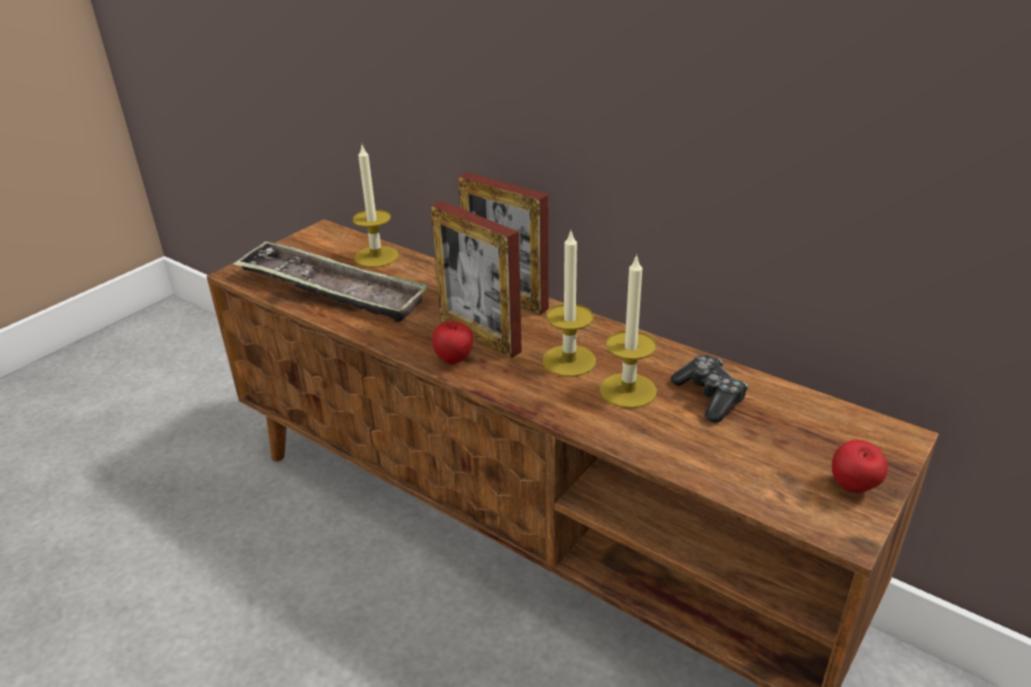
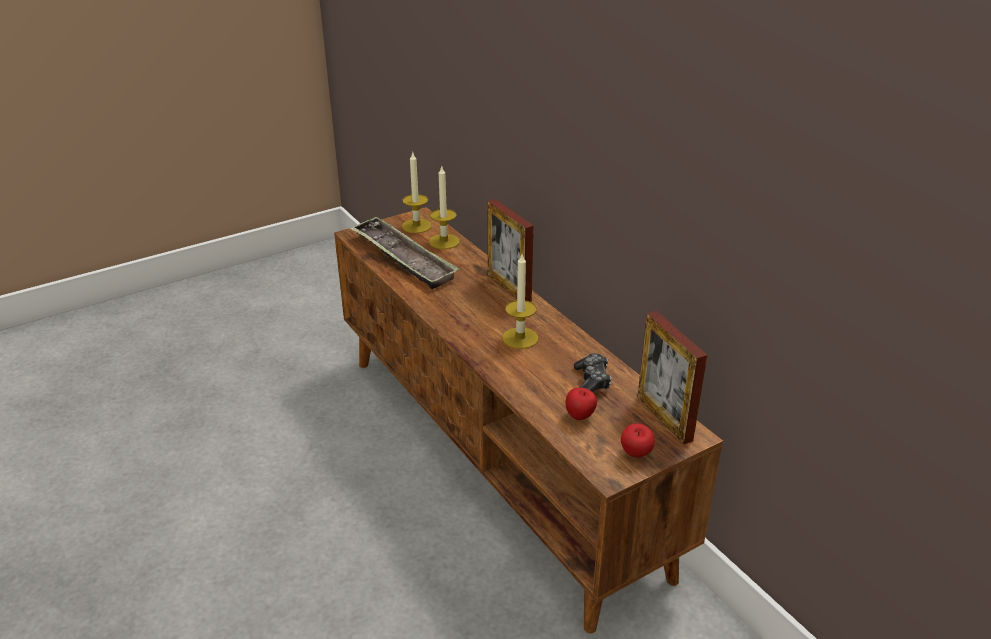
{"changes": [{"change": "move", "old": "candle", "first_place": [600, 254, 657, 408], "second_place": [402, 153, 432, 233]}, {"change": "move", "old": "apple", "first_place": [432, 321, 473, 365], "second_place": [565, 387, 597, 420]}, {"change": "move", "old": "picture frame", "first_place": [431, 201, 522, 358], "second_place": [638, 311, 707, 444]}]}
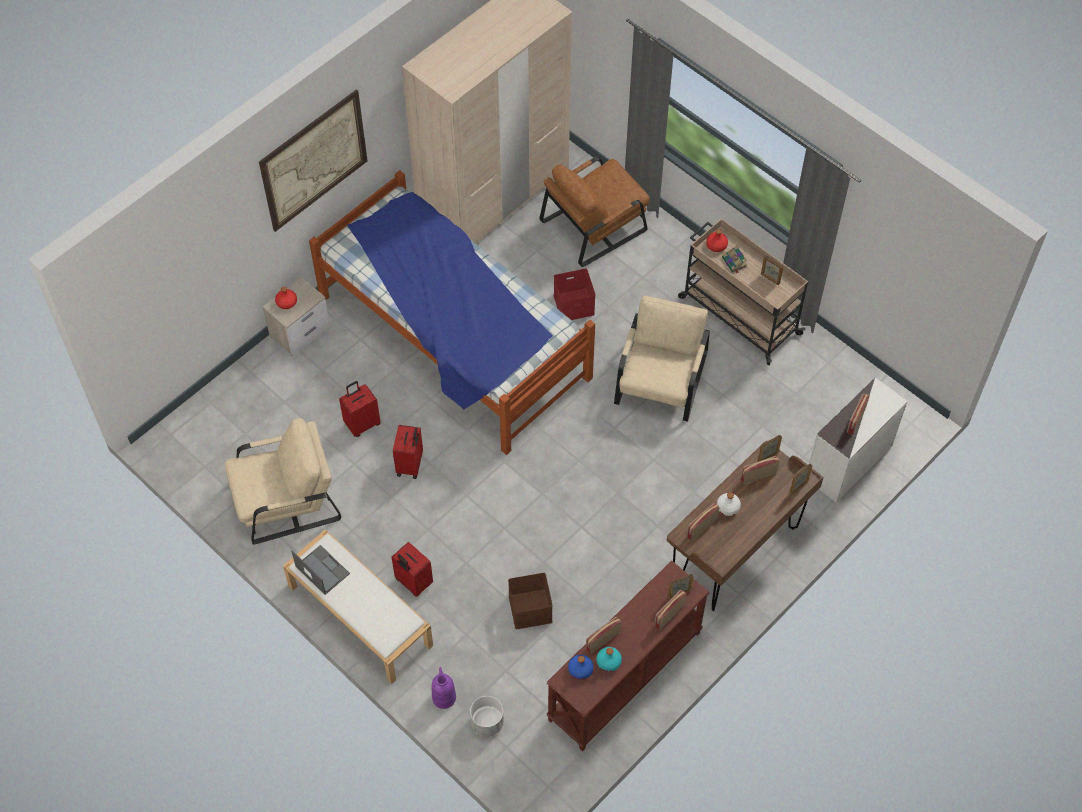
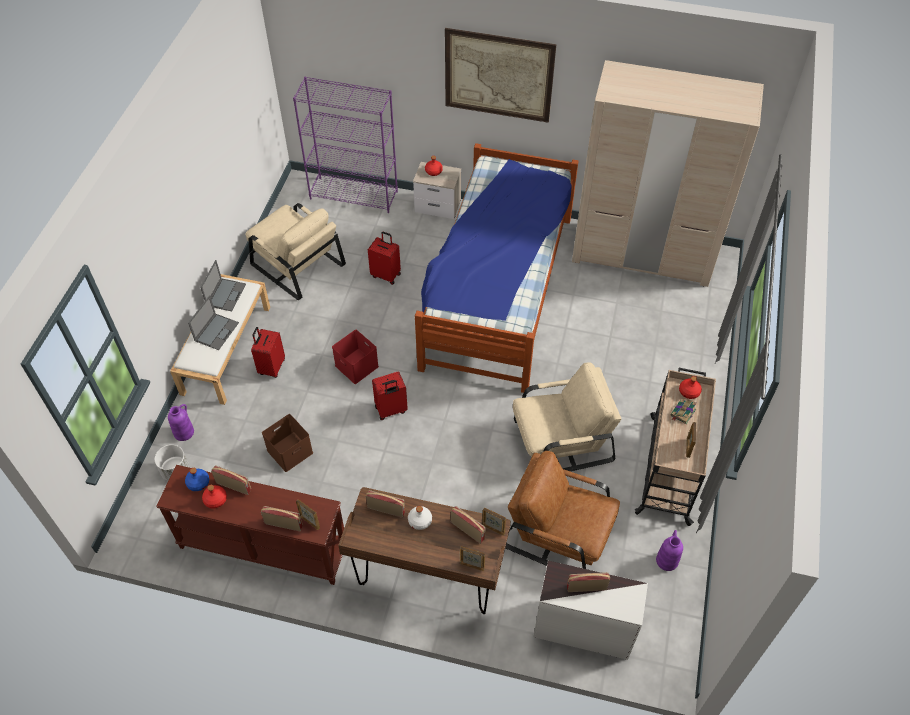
{"changes": [{"change": "insert", "new": "laptop", "second_place": [188, 295, 239, 350]}, {"change": "recolor", "old": "turquoise bottle", "new": "red bottle", "first_place": [596, 647, 622, 672], "second_place": [202, 485, 227, 508]}, {"change": "insert", "new": "purple bookcase", "second_place": [293, 77, 398, 213]}, {"change": "move", "old": "red storage box", "first_place": [554, 269, 595, 320], "second_place": [332, 330, 379, 384]}, {"change": "move", "old": "red suitcase", "first_place": [393, 425, 423, 479], "second_place": [372, 372, 408, 420]}, {"change": "move", "old": "brown armchair", "first_place": [540, 157, 650, 267], "second_place": [505, 451, 620, 569]}, {"change": "insert", "new": "purple vase", "second_place": [656, 530, 683, 571]}]}
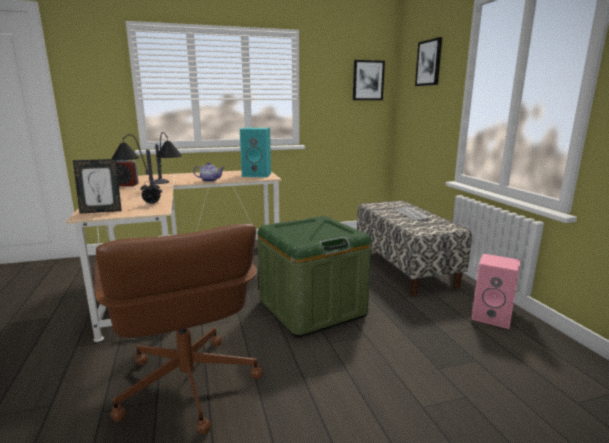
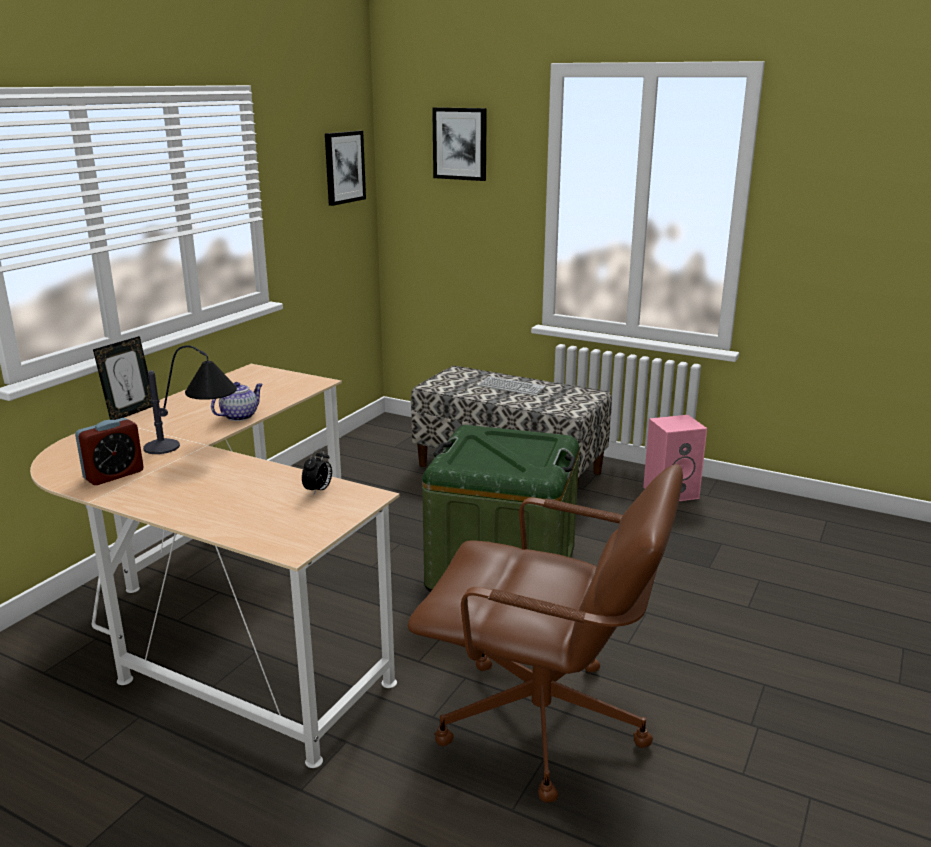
{"changes": [{"change": "move", "old": "picture frame", "first_place": [73, 159, 122, 214], "second_place": [93, 336, 153, 420]}, {"change": "delete", "old": "table lamp", "first_place": [111, 134, 162, 193]}, {"change": "delete", "old": "turquoise speaker", "first_place": [240, 128, 271, 177]}]}
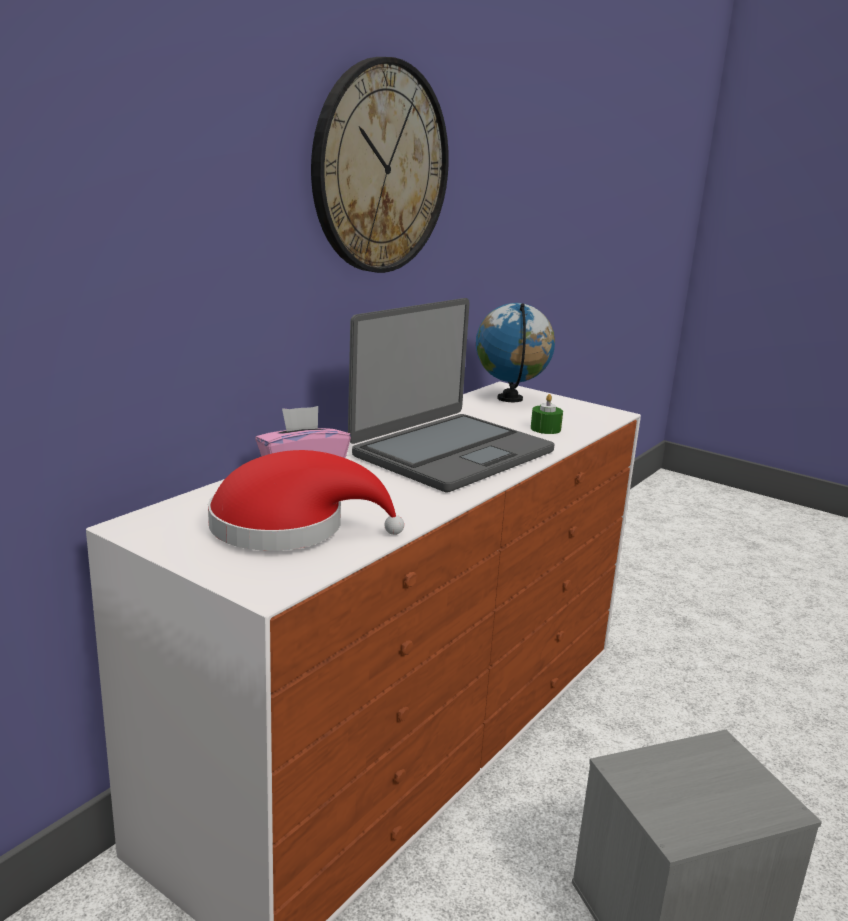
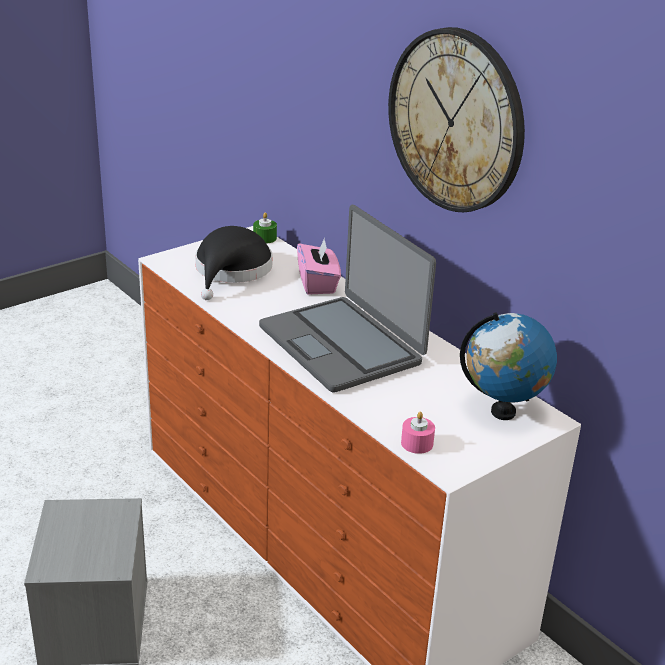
{"changes": [{"change": "recolor", "old": "red hat", "new": "black hat", "first_place": [208, 450, 404, 551], "second_place": [195, 226, 272, 300]}, {"change": "move", "old": "green candle", "first_place": [531, 394, 563, 434], "second_place": [253, 212, 277, 244]}, {"change": "insert", "new": "pink candle", "second_place": [401, 412, 435, 454]}]}
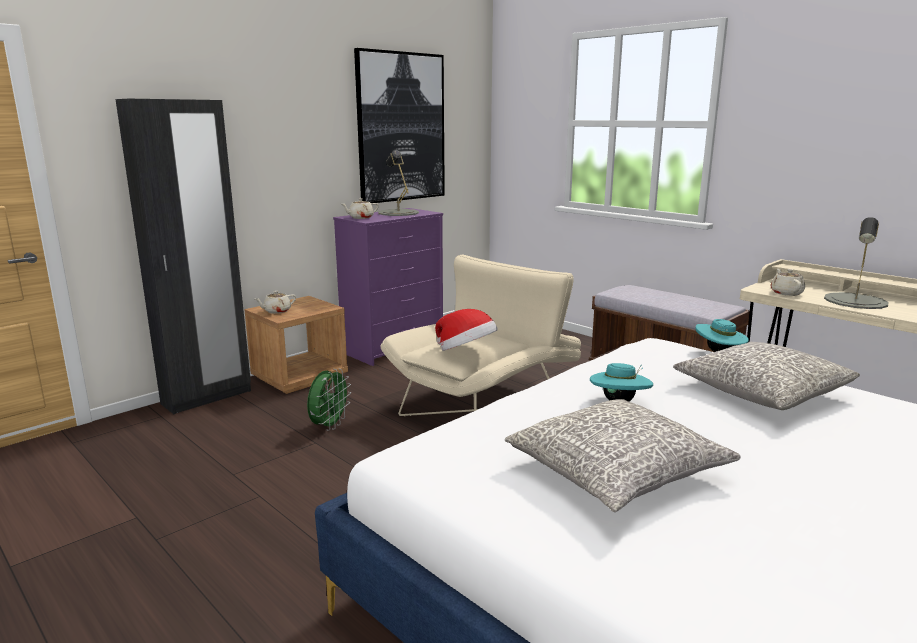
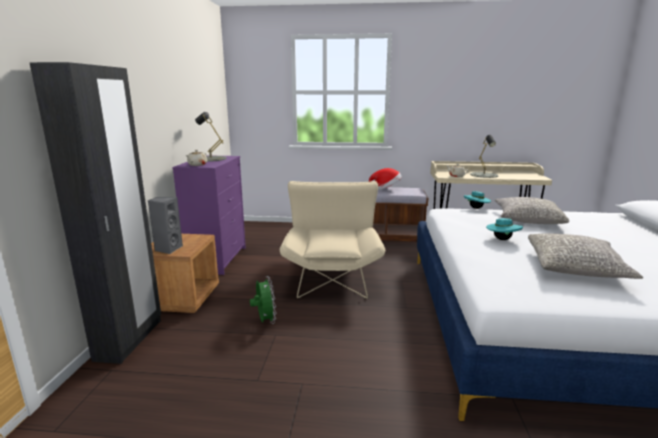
{"changes": [{"change": "replace", "old": "beige teapot", "new": "grey speaker", "first_place": [255, 291, 296, 314], "second_place": [148, 197, 183, 254]}, {"change": "move", "old": "hat", "first_place": [435, 309, 498, 351], "second_place": [369, 168, 402, 190]}, {"change": "delete", "old": "picture", "first_place": [354, 48, 445, 203]}]}
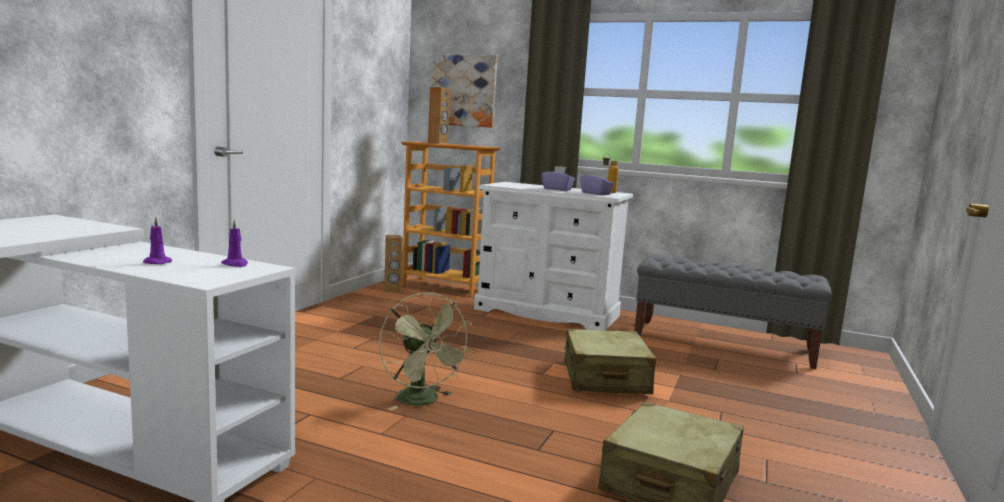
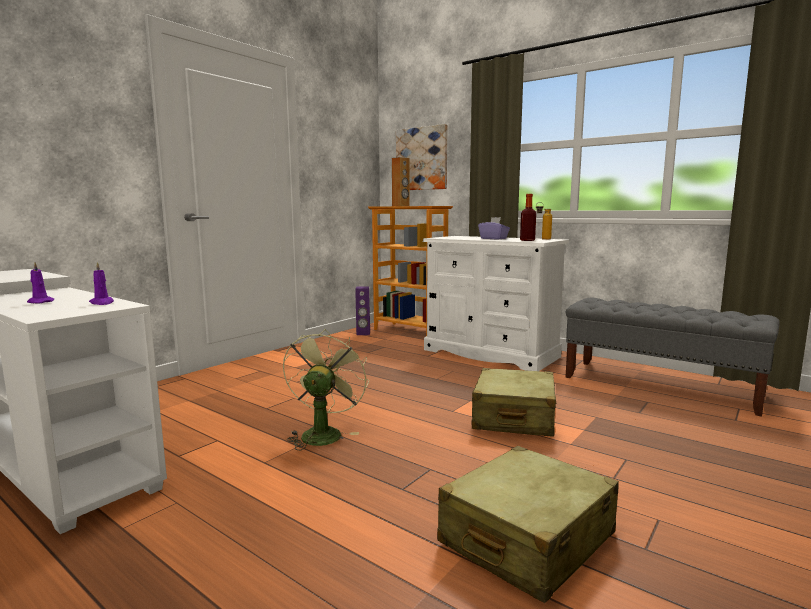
{"changes": [{"change": "rotate", "old": "green fan", "first_place": [379, 292, 472, 410], "second_place": [283, 328, 369, 451], "degrees": -150}, {"change": "recolor", "old": "brown speaker", "new": "purple speaker", "first_place": [384, 235, 403, 292], "second_place": [355, 287, 370, 335]}, {"change": "replace", "old": "purple tissue box", "new": "bottle", "first_place": [580, 170, 614, 195], "second_place": [520, 194, 536, 241]}]}
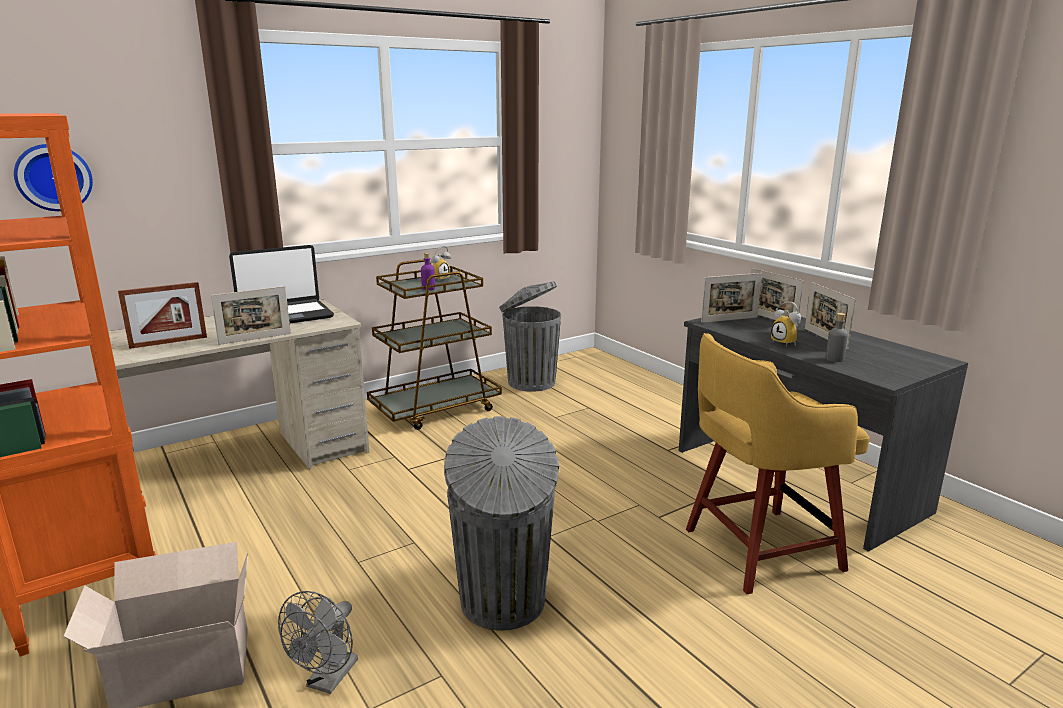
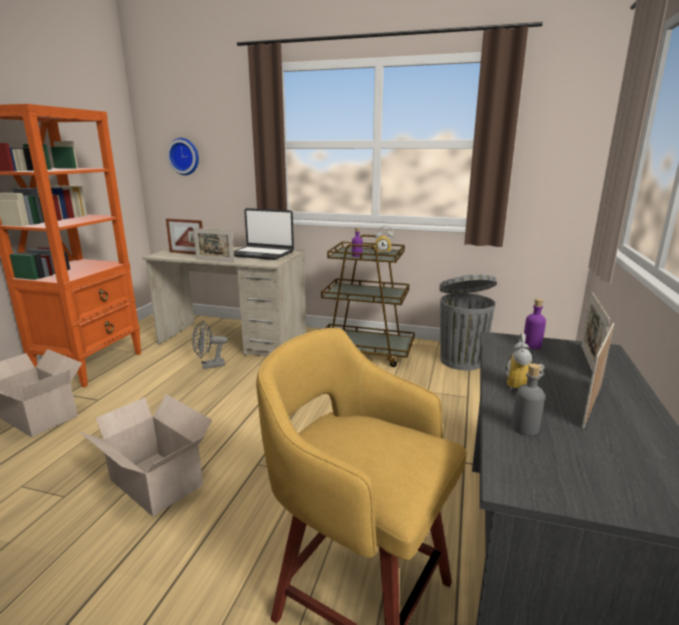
{"changes": [{"change": "replace", "old": "grey trash can", "new": "cardboard box", "first_place": [444, 416, 559, 631], "second_place": [80, 394, 212, 517]}, {"change": "move", "old": "grey fan", "first_place": [278, 591, 358, 694], "second_place": [192, 320, 228, 369]}, {"change": "replace", "old": "picture frame", "new": "purple bottle", "first_place": [701, 273, 762, 323], "second_place": [524, 298, 546, 349]}]}
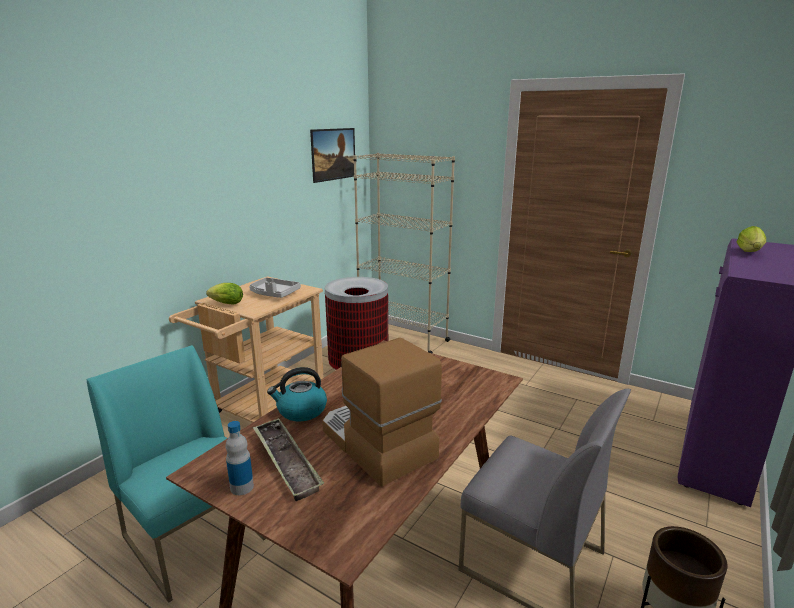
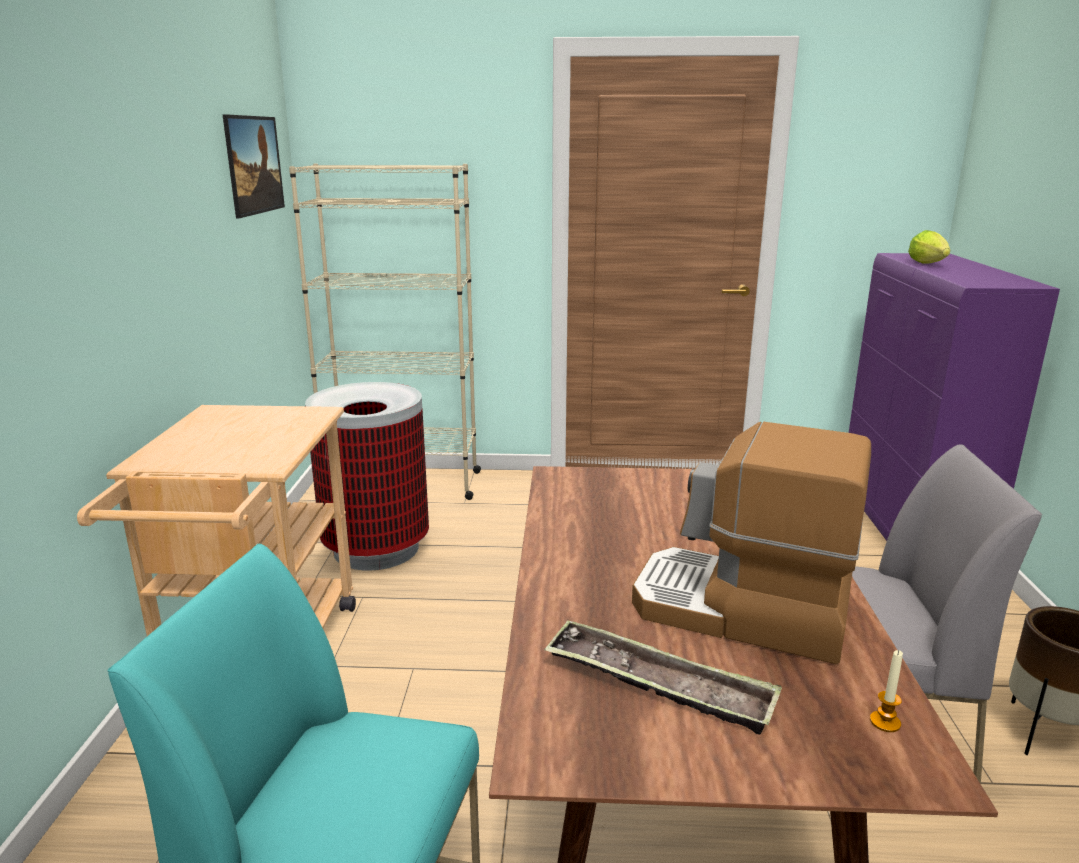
{"changes": [{"change": "insert", "new": "candle", "second_place": [870, 650, 903, 732]}, {"change": "delete", "old": "lettuce", "first_place": [206, 283, 243, 304]}, {"change": "delete", "old": "bottle", "first_place": [226, 421, 254, 495]}, {"change": "delete", "old": "grey tray", "first_place": [249, 277, 301, 298]}, {"change": "delete", "old": "kettle", "first_place": [267, 367, 327, 422]}]}
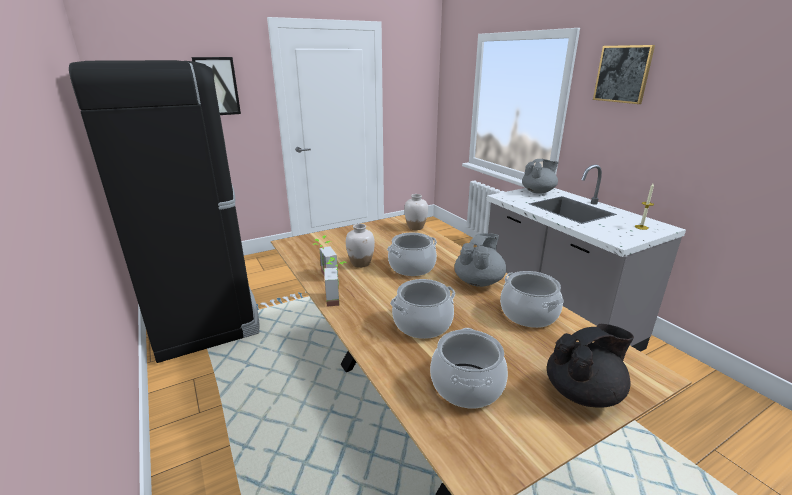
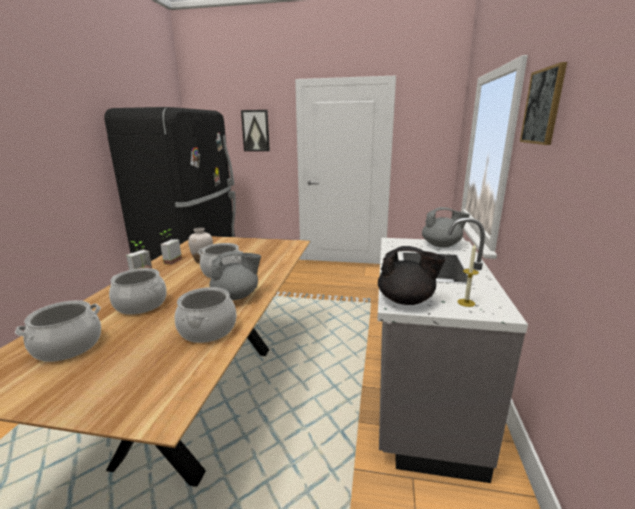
{"changes": [{"change": "move", "old": "black teapot", "first_place": [547, 324, 634, 408], "second_place": [378, 246, 446, 305]}, {"change": "delete", "old": "white vase", "first_place": [404, 194, 428, 230]}]}
